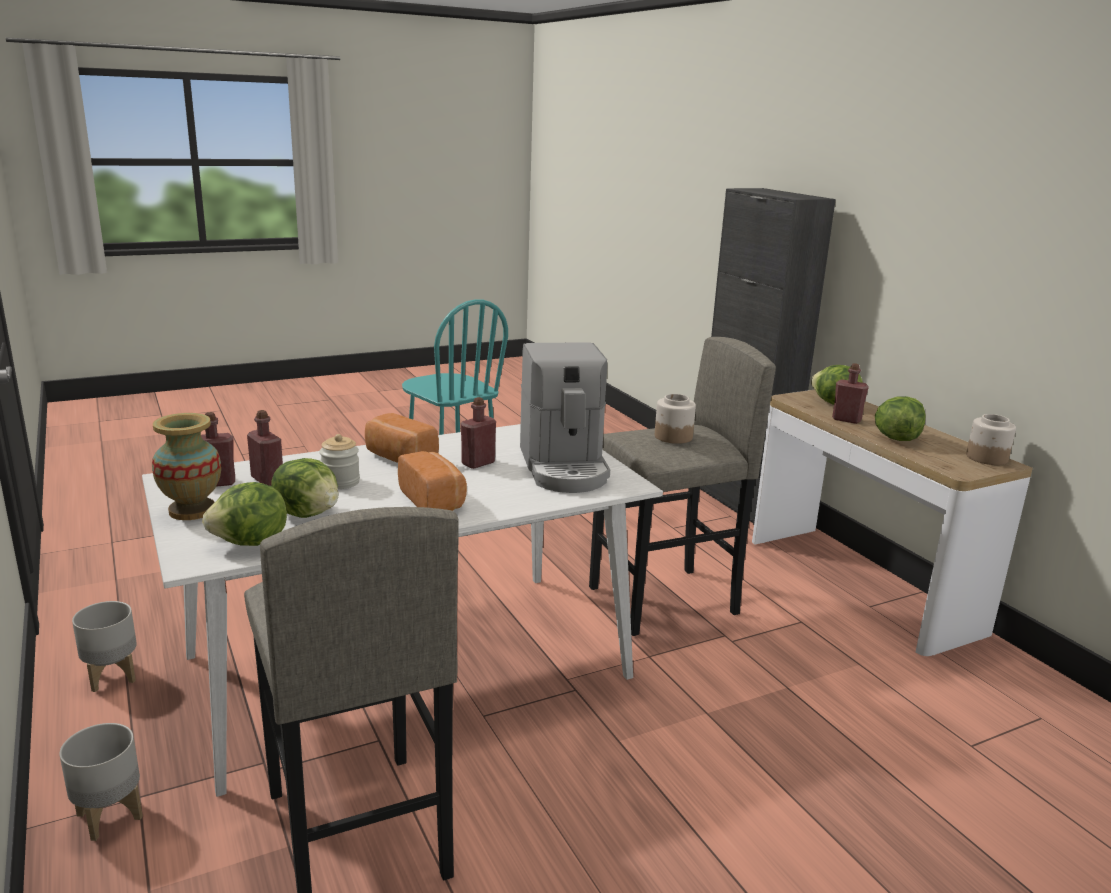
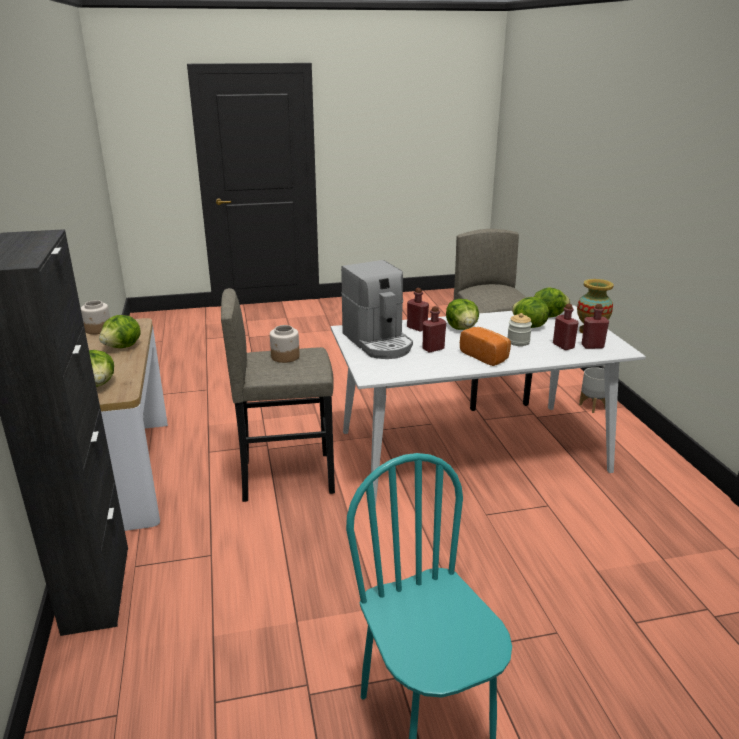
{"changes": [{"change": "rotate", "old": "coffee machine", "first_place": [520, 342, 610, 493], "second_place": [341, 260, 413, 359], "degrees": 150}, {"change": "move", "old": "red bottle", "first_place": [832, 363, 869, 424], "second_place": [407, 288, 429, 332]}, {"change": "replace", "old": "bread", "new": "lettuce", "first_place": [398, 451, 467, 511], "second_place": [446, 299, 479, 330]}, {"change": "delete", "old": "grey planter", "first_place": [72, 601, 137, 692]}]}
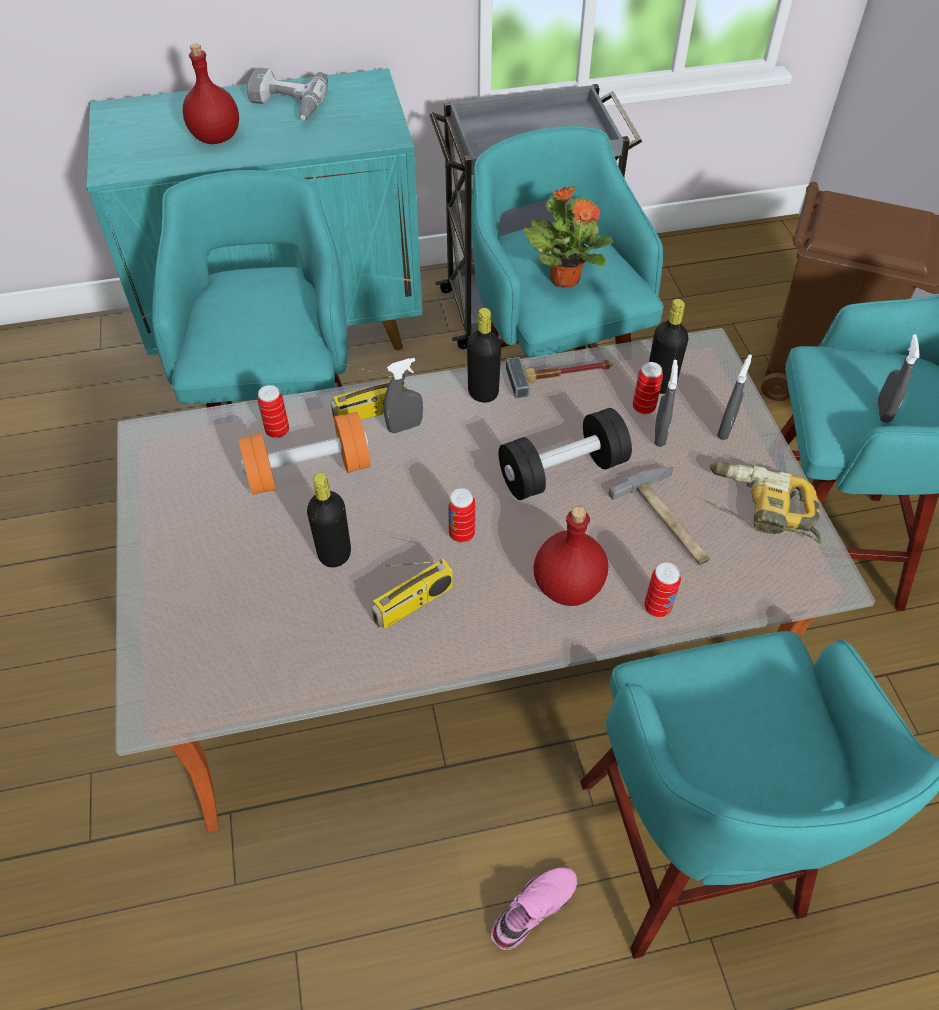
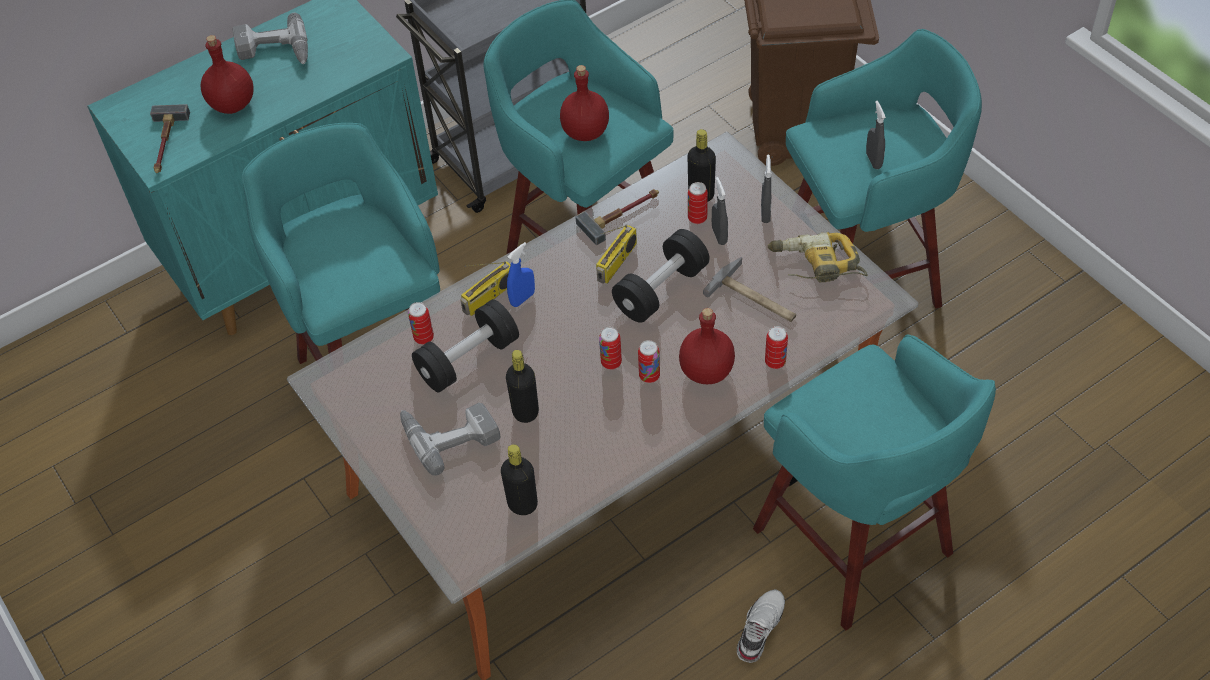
{"changes": [{"change": "insert", "new": "hammer", "second_place": [150, 104, 190, 173]}, {"change": "insert", "new": "power drill", "second_place": [400, 403, 500, 476]}, {"change": "recolor", "old": "orange dumbbell", "new": "black dumbbell", "first_place": [238, 412, 371, 495], "second_place": [412, 299, 519, 392]}, {"change": "move", "old": "black bottle", "first_place": [467, 308, 501, 403], "second_place": [501, 444, 538, 515]}, {"change": "recolor", "old": "grey spray bottle", "new": "blue spray bottle", "first_place": [384, 358, 423, 433], "second_place": [507, 242, 535, 307]}, {"change": "replace", "old": "potted plant", "new": "red bottle", "first_place": [524, 186, 613, 288], "second_place": [560, 65, 609, 141]}, {"change": "move", "old": "radio", "first_place": [371, 559, 453, 629], "second_place": [596, 224, 637, 284]}, {"change": "insert", "new": "can", "second_place": [638, 340, 660, 383]}, {"change": "recolor", "old": "pink shoe", "new": "white shoe", "first_place": [491, 867, 577, 950], "second_place": [737, 589, 785, 663]}]}
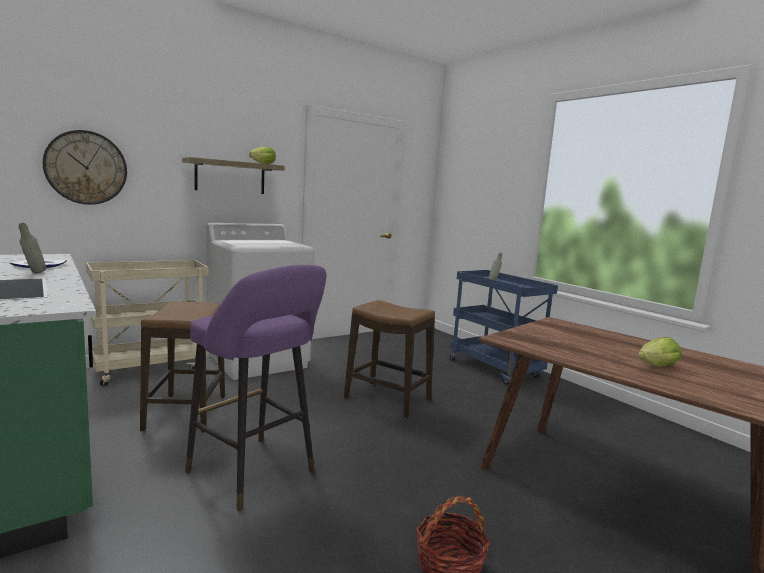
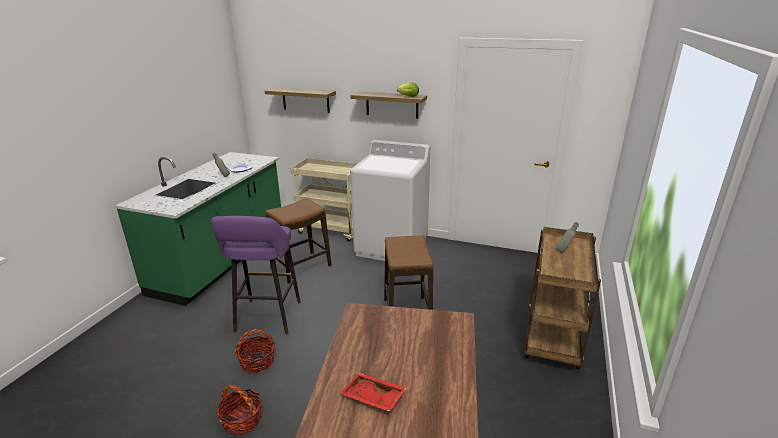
{"changes": [{"change": "insert", "new": "basket", "second_place": [234, 329, 275, 373]}, {"change": "replace", "old": "wall clock", "new": "shelf", "first_place": [43, 130, 127, 205], "second_place": [265, 87, 336, 113]}, {"change": "replace", "old": "lettuce", "new": "red tray", "first_place": [638, 337, 681, 366], "second_place": [340, 373, 407, 412]}, {"change": "recolor", "old": "blue cart", "new": "brown cart", "first_place": [450, 270, 558, 386], "second_place": [524, 227, 601, 370]}]}
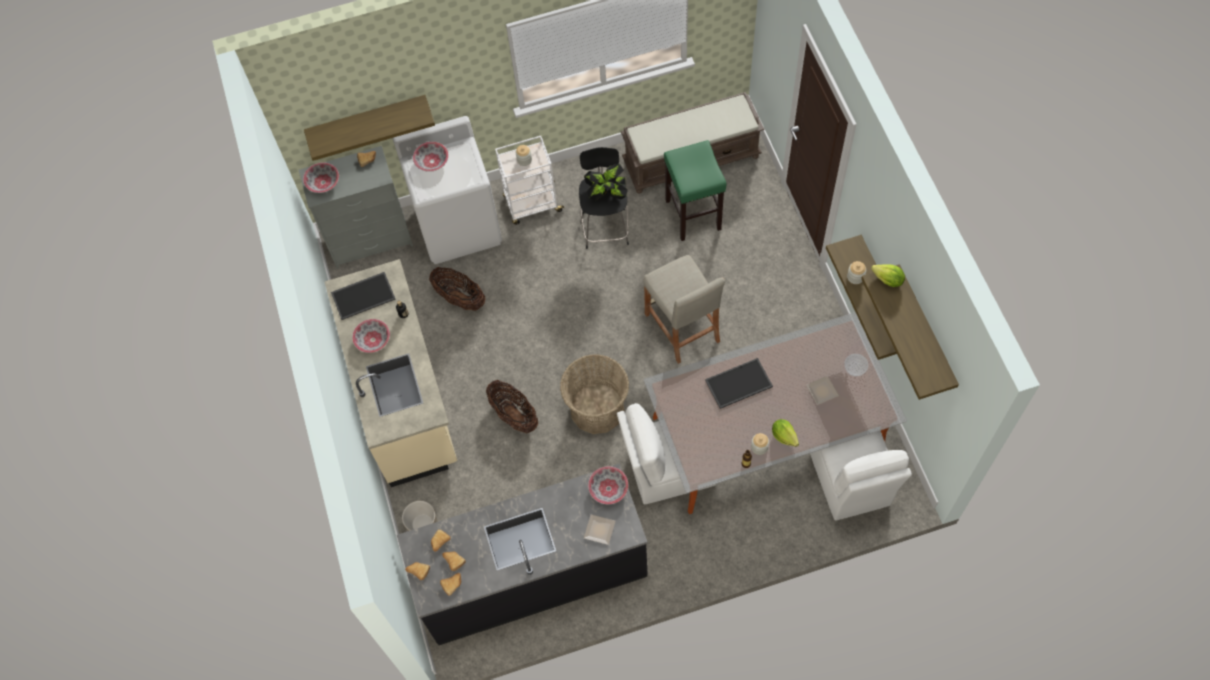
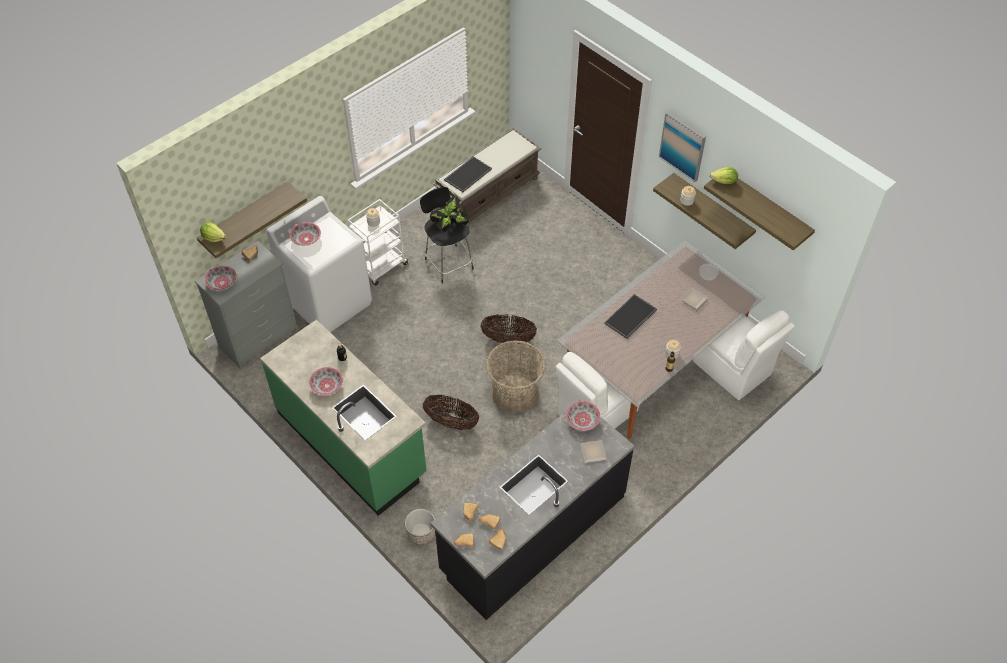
{"changes": [{"change": "move", "old": "lettuce", "first_place": [772, 419, 799, 447], "second_place": [200, 222, 226, 242]}, {"change": "recolor", "old": "beige counter", "new": "green counter", "first_place": [325, 259, 457, 487], "second_place": [260, 319, 427, 516]}, {"change": "move", "old": "tray", "first_place": [331, 272, 396, 320], "second_place": [444, 156, 492, 192]}, {"change": "move", "old": "basket", "first_place": [429, 267, 485, 311], "second_place": [480, 315, 537, 344]}, {"change": "insert", "new": "picture", "second_place": [659, 111, 706, 182]}, {"change": "delete", "old": "beige stool", "first_place": [643, 255, 725, 364]}, {"change": "delete", "old": "green stool", "first_place": [664, 140, 727, 241]}]}
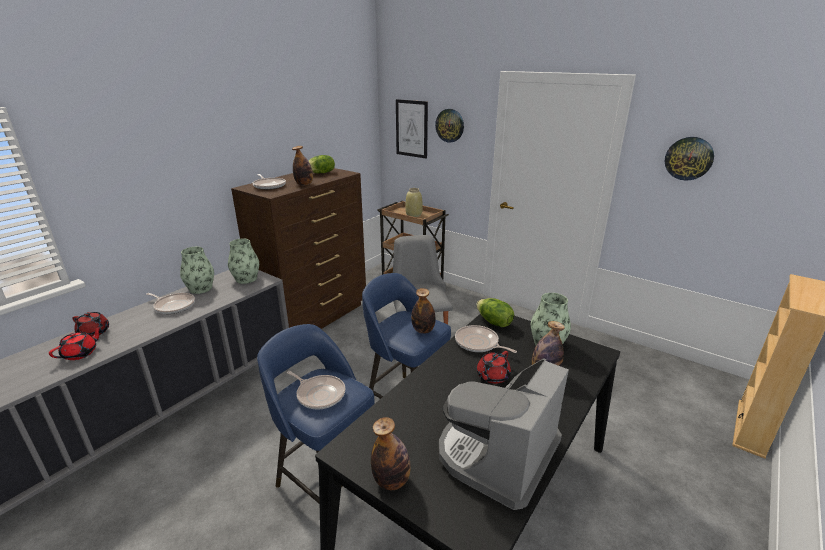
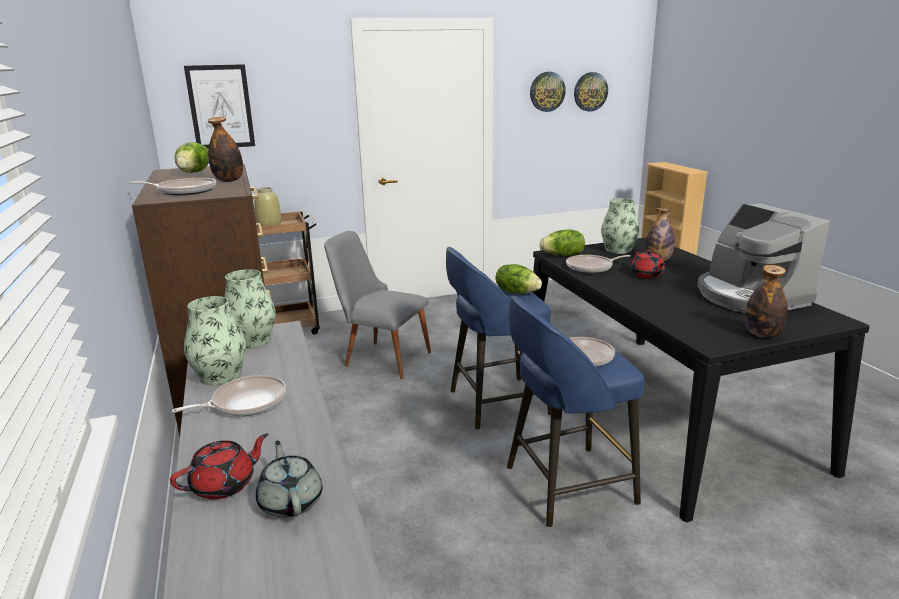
{"changes": [{"change": "recolor", "old": "red teapot", "new": "grey teapot", "first_place": [49, 326, 102, 360], "second_place": [256, 440, 323, 518]}, {"change": "replace", "old": "bottle", "new": "lettuce", "first_place": [411, 288, 436, 334], "second_place": [496, 264, 542, 294]}, {"change": "move", "old": "wall clock", "first_place": [435, 109, 464, 143], "second_place": [574, 72, 608, 112]}]}
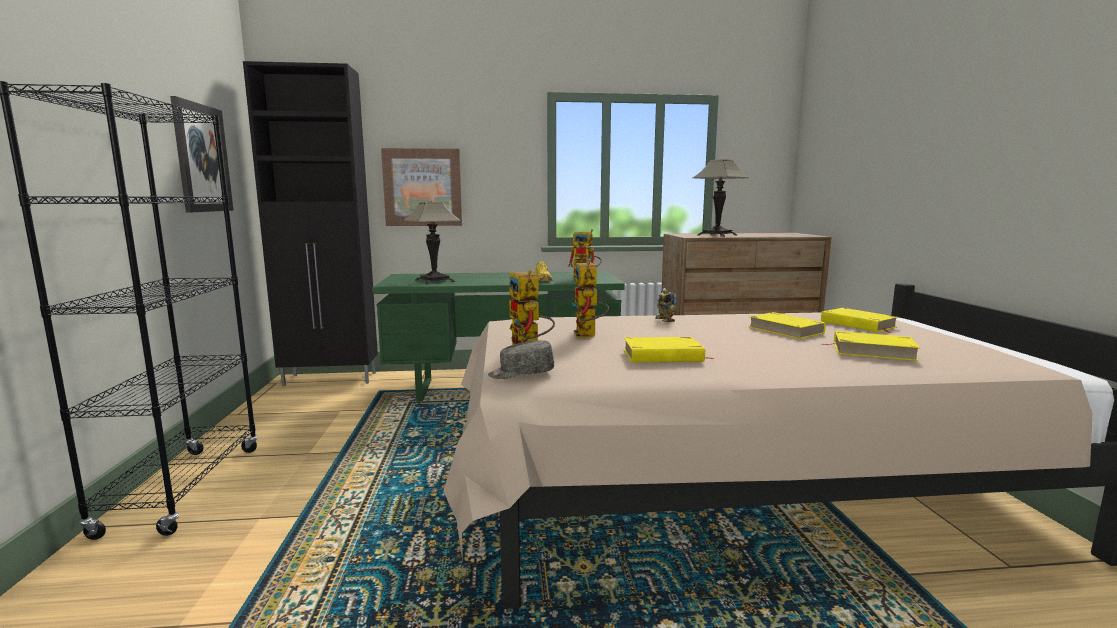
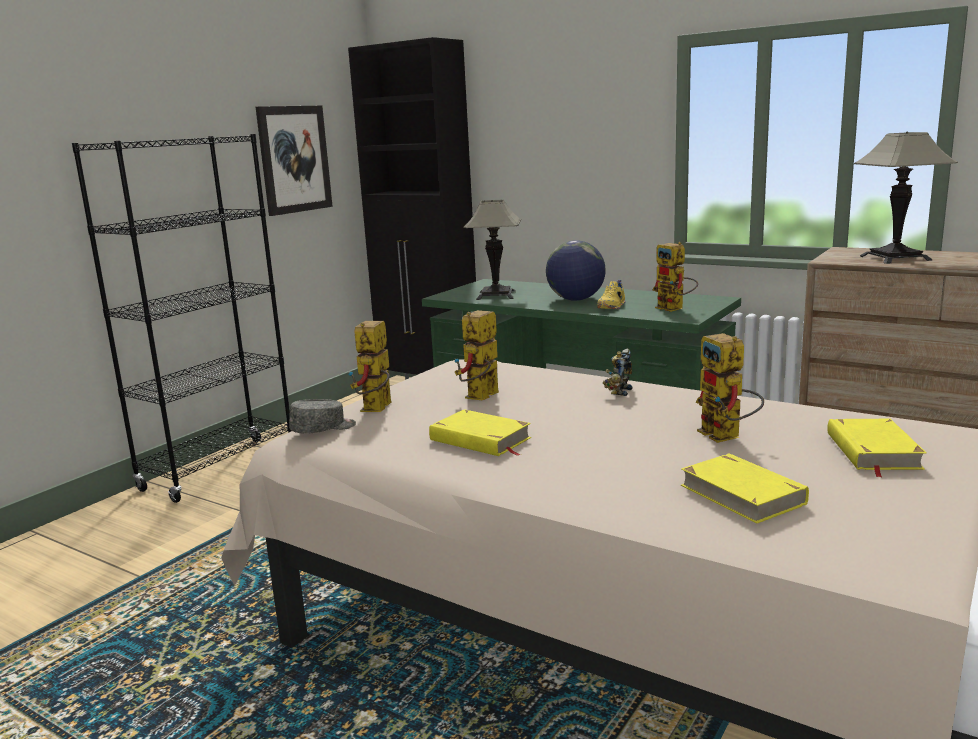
{"changes": [{"change": "rotate", "old": "grey cap", "first_place": [488, 340, 554, 379], "second_place": [289, 399, 356, 434], "degrees": 120}, {"change": "insert", "new": "globe", "second_place": [546, 240, 606, 301]}, {"change": "replace", "old": "yellow book", "new": "toy robot", "first_place": [748, 312, 826, 339], "second_place": [696, 333, 764, 443]}, {"change": "delete", "old": "picture", "first_place": [381, 148, 462, 226]}]}
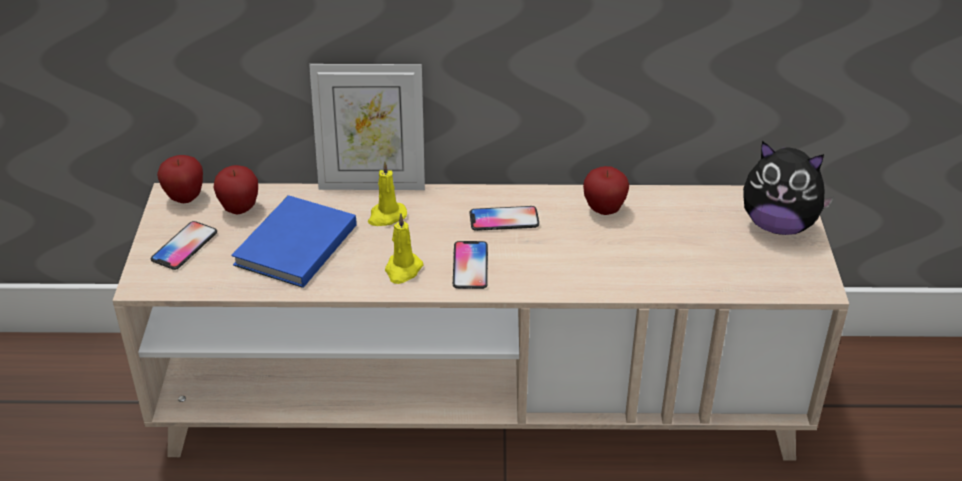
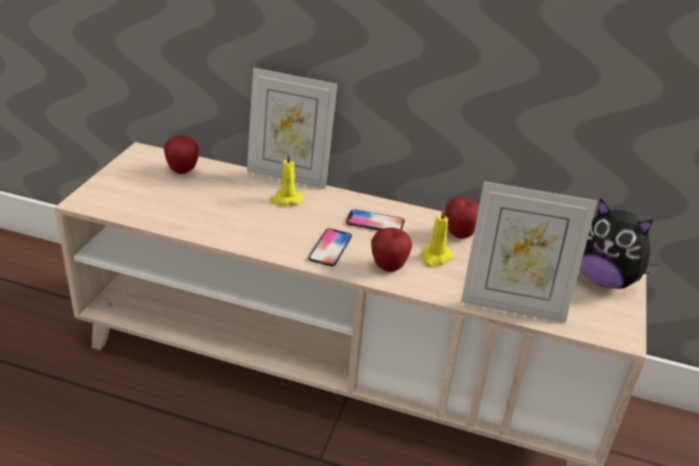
{"changes": [{"change": "move", "old": "apple", "first_place": [157, 155, 203, 203], "second_place": [371, 228, 412, 272]}, {"change": "move", "old": "yellow candle", "first_place": [385, 213, 423, 284], "second_place": [421, 208, 453, 267]}, {"change": "insert", "new": "picture frame", "second_place": [461, 182, 597, 323]}, {"change": "delete", "old": "phone", "first_place": [151, 221, 217, 270]}, {"change": "delete", "old": "blue book", "first_place": [232, 195, 357, 288]}]}
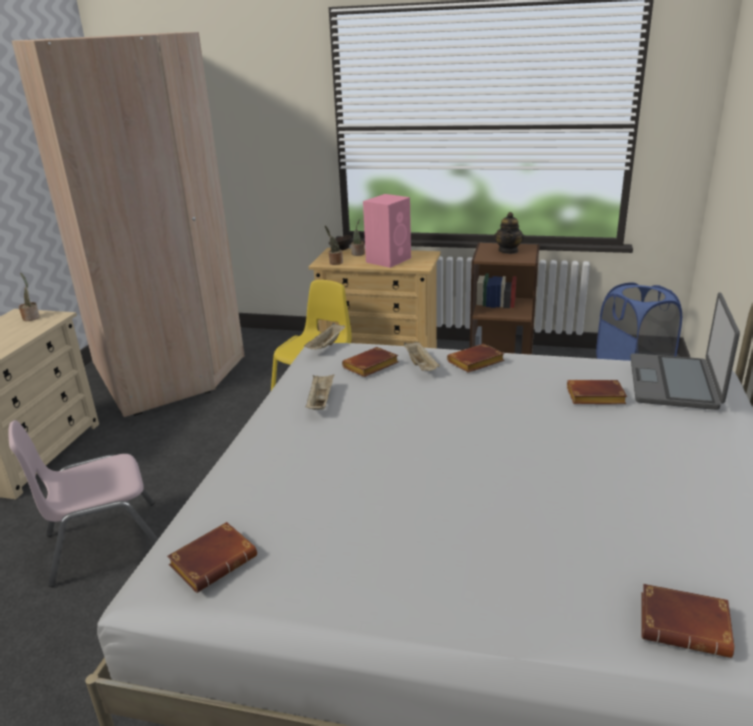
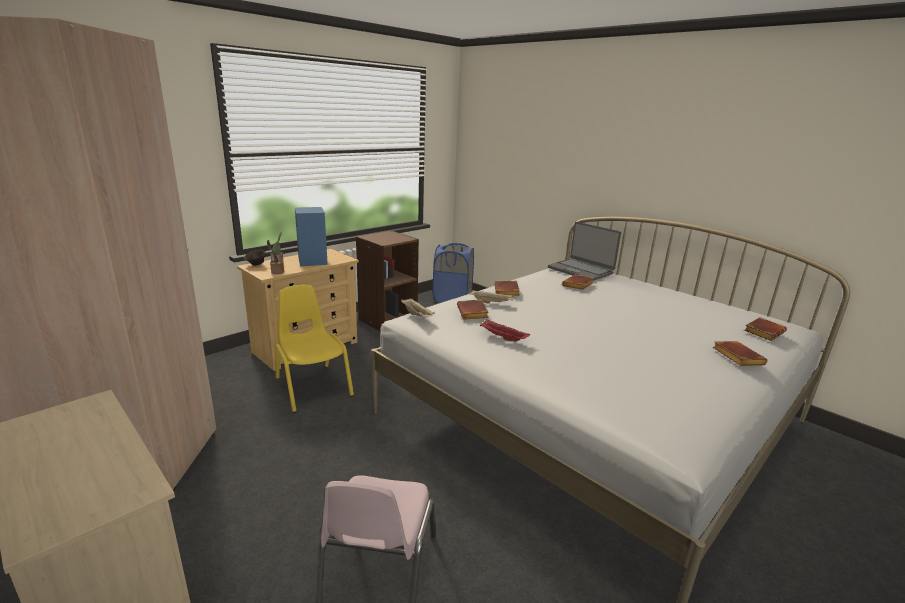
{"changes": [{"change": "recolor", "old": "pink speaker", "new": "blue speaker", "first_place": [363, 194, 411, 268], "second_place": [295, 207, 328, 266]}, {"change": "recolor", "old": "beige tray", "new": "red tray", "first_place": [306, 375, 334, 410], "second_place": [480, 320, 530, 342]}, {"change": "move", "old": "brown book", "first_place": [167, 522, 257, 593], "second_place": [713, 341, 768, 366]}, {"change": "delete", "old": "potted plant", "first_place": [19, 273, 40, 321]}, {"change": "delete", "old": "teapot", "first_place": [494, 212, 524, 254]}]}
